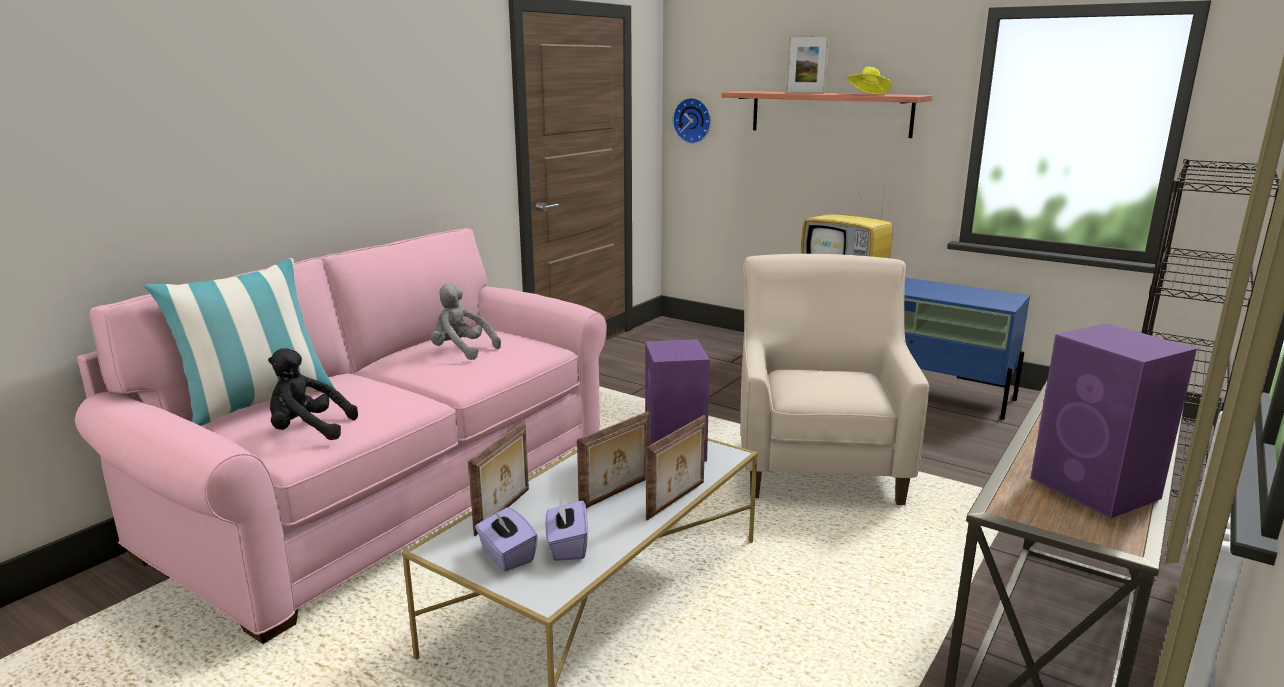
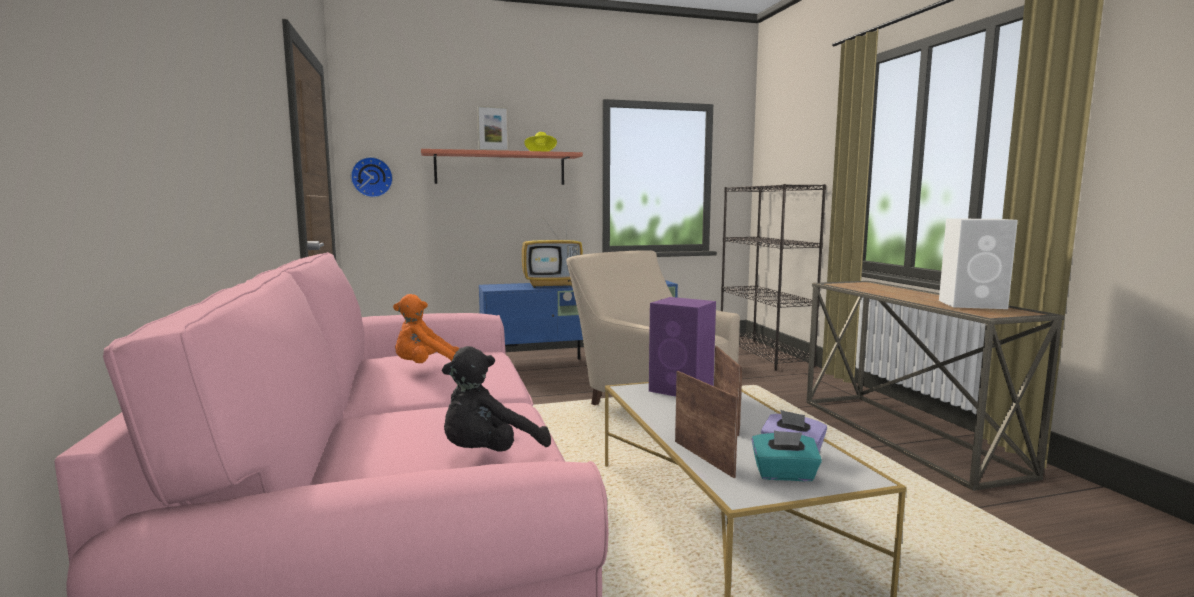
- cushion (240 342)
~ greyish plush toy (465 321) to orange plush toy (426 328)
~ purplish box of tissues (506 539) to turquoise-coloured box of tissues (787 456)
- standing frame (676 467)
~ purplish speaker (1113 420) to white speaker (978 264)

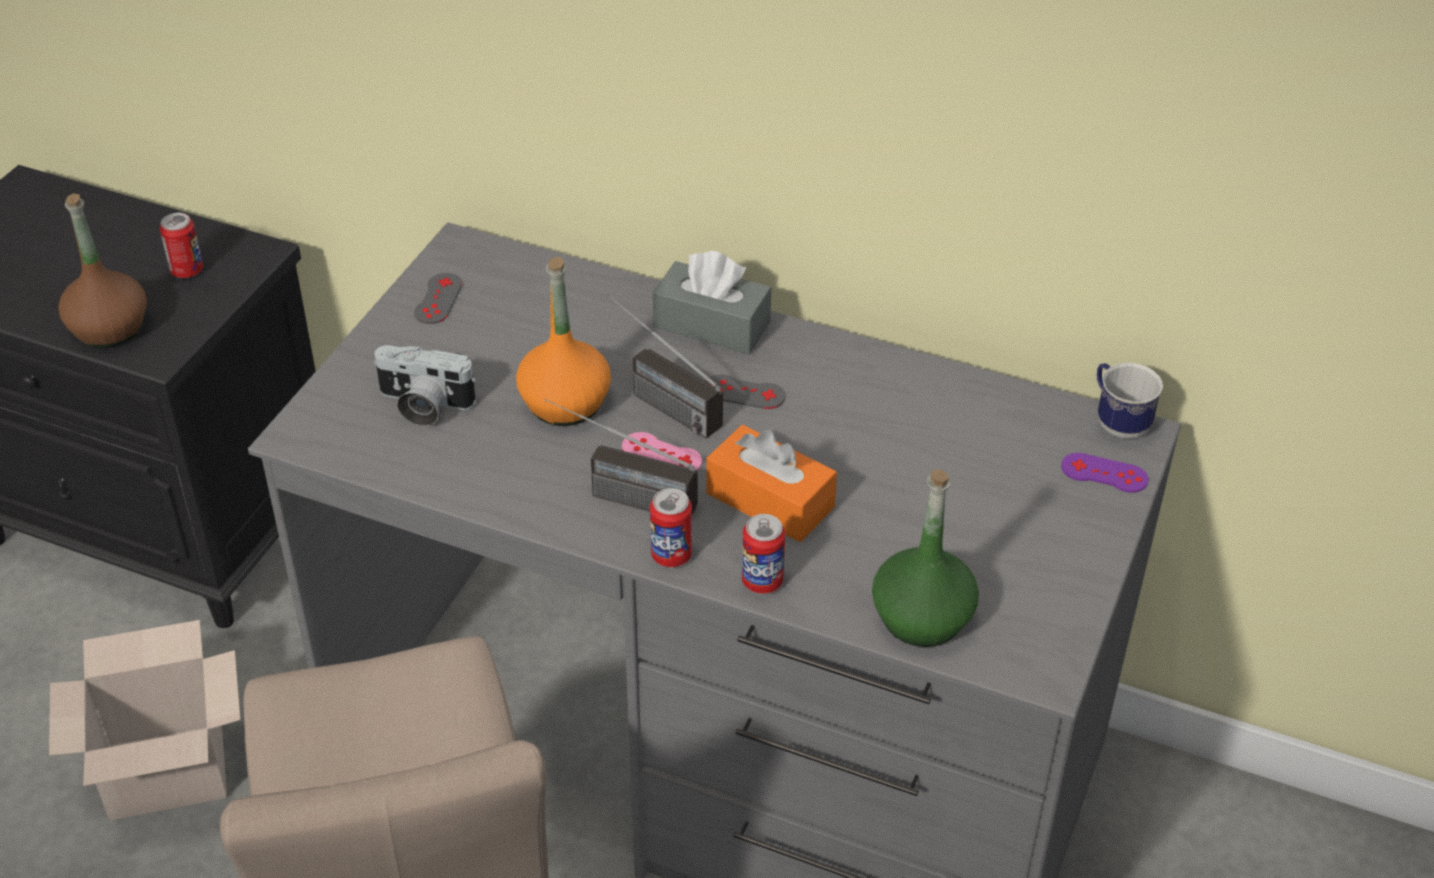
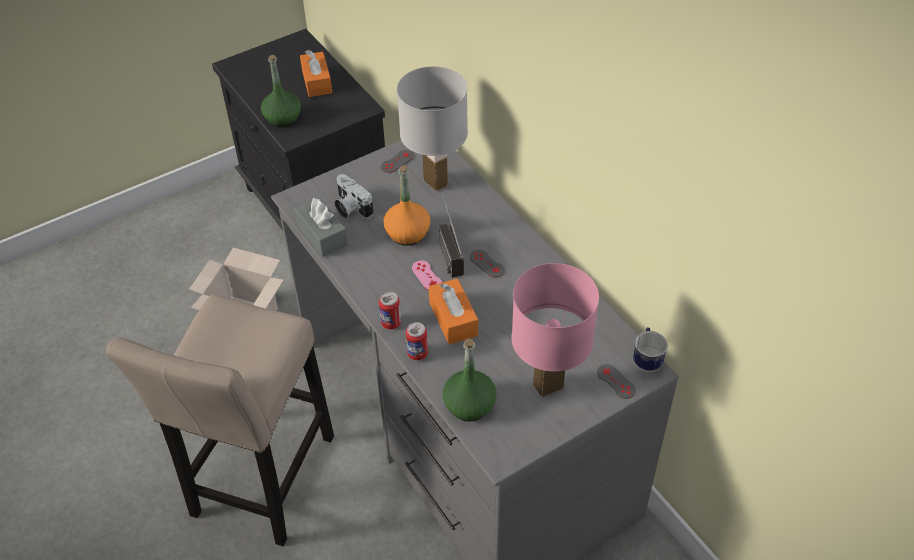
~ brownish bottle (102 270) to green bottle (281 91)
- can (181 245)
- radio (621 456)
~ greyish box of tissues (712 302) to (321 227)
~ purplish joypad (1104 473) to greyish joypad (616 381)
+ orange box of tissues (316 73)
+ white tabletop lamp (432 128)
+ pinkish tabletop lamp (555 330)

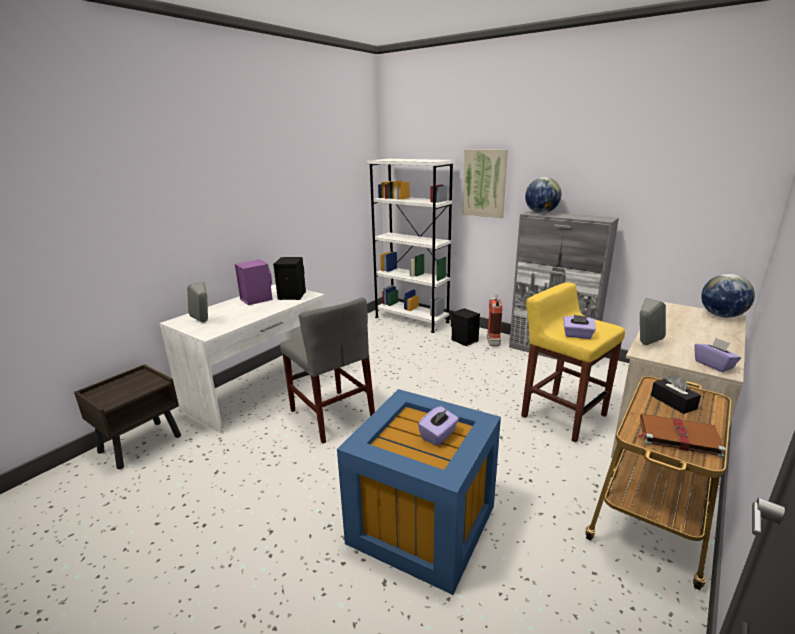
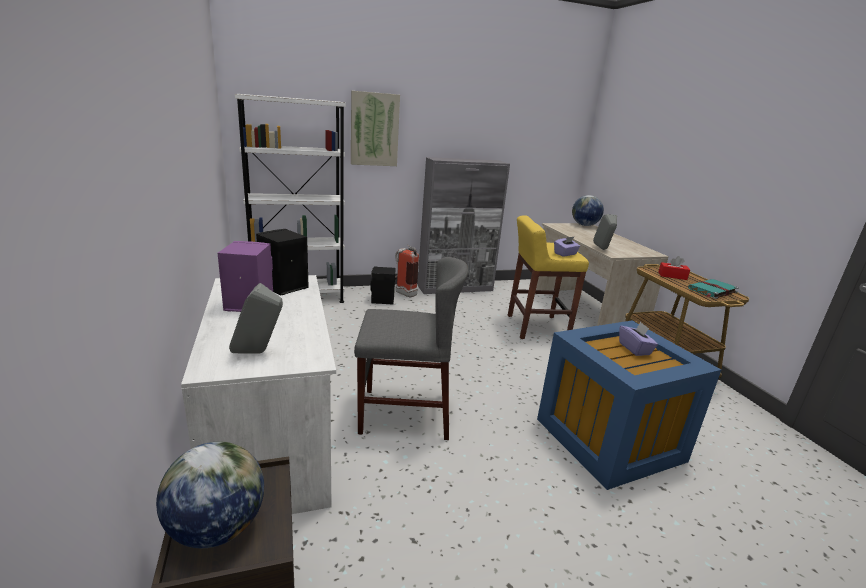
~ world globe (543 195) to (210 495)
~ brownish volume (682 436) to turquoise-coloured volume (713 289)
~ black box of tissues (676 394) to red-coloured box of tissues (674 268)
- purplish box of tissues (718 355)

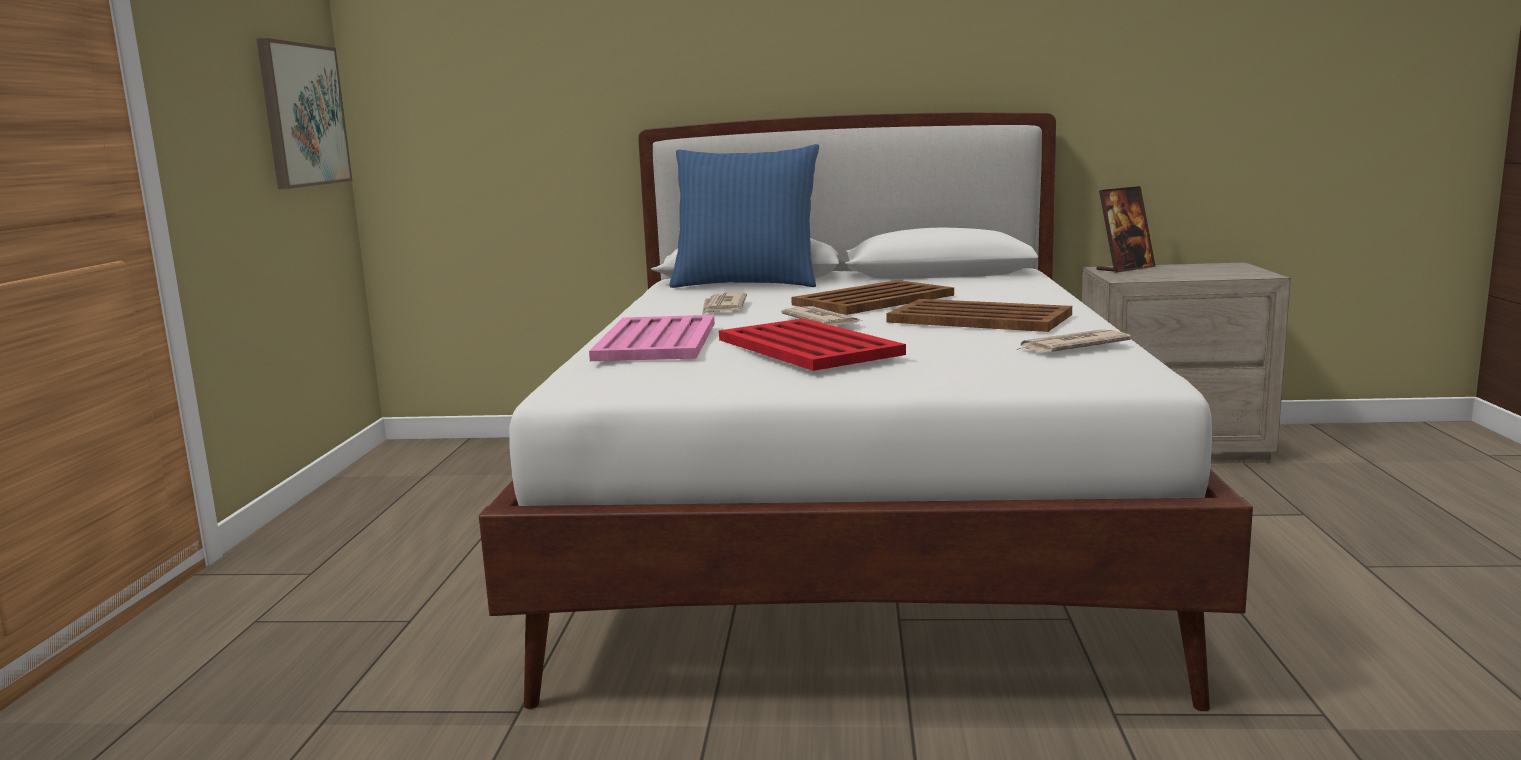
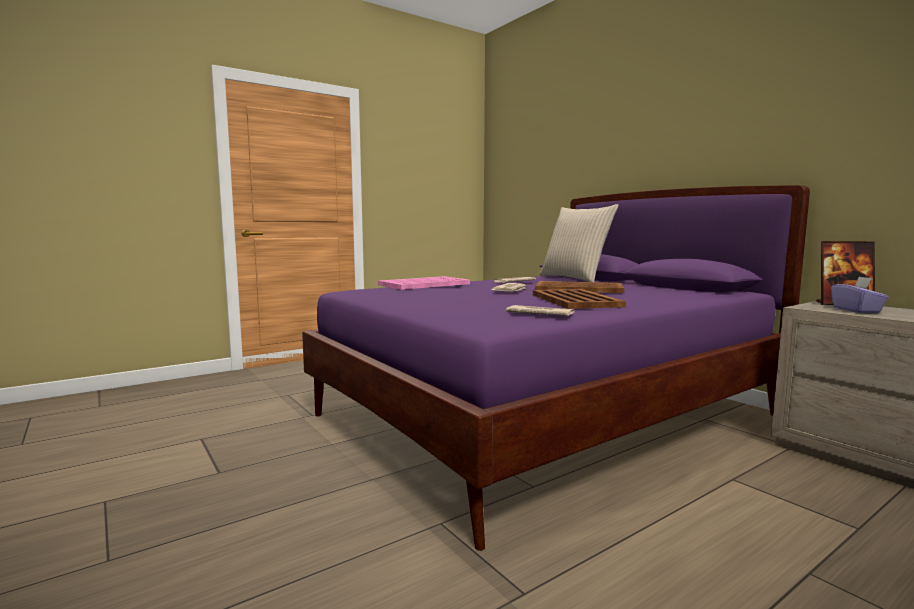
- picture (304 113)
~ white sleeping bed (866 411) to purplish sleeping bed (556 368)
~ blue cushion (744 216) to sand-coloured cushion (579 243)
- red-coloured tray (812 344)
+ purplish box of tissues (860 294)

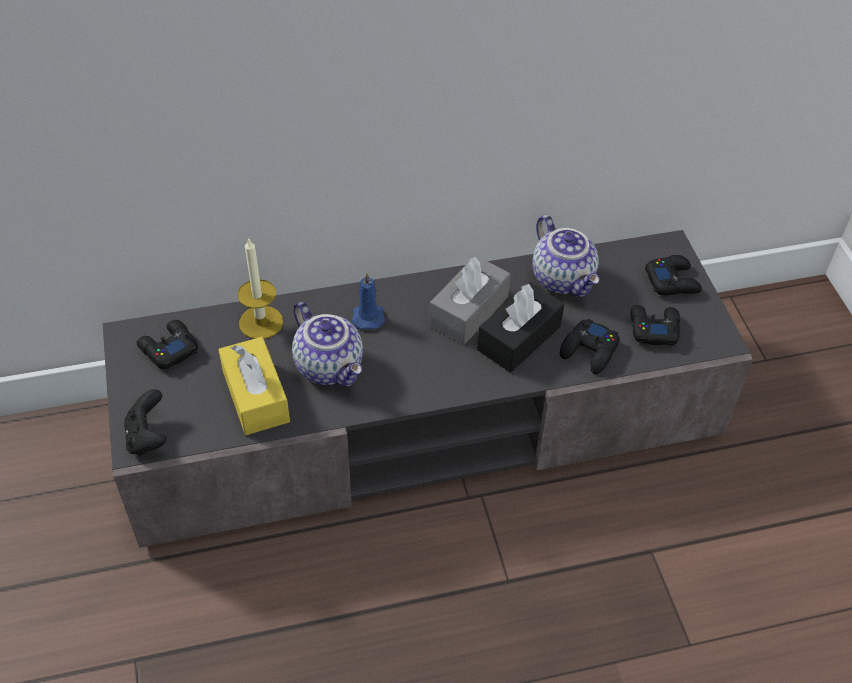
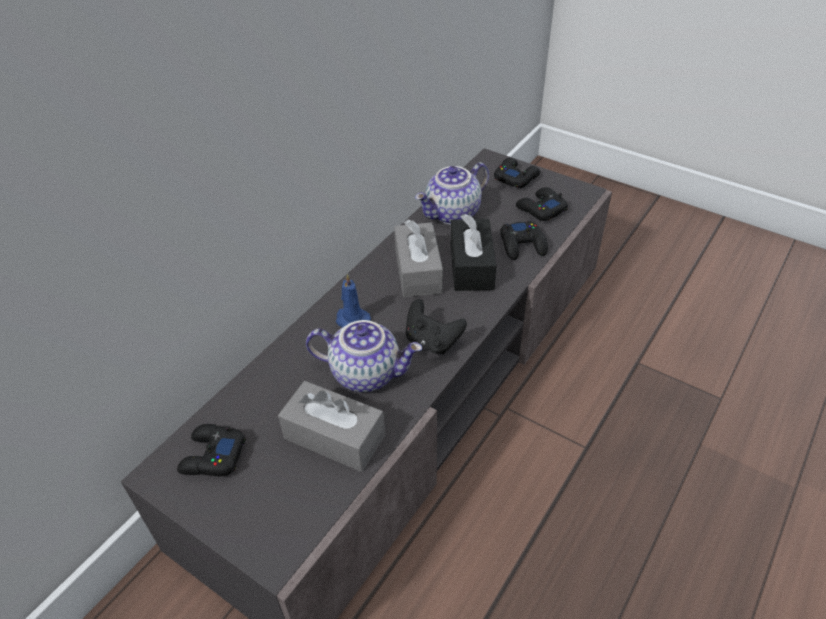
~ black joypad (145 422) to (436 326)
~ yellow box of tissues (254 386) to greyish box of tissues (331 426)
- candle (260 288)
~ tea pot (565 256) = (452 193) 120 degrees clockwise

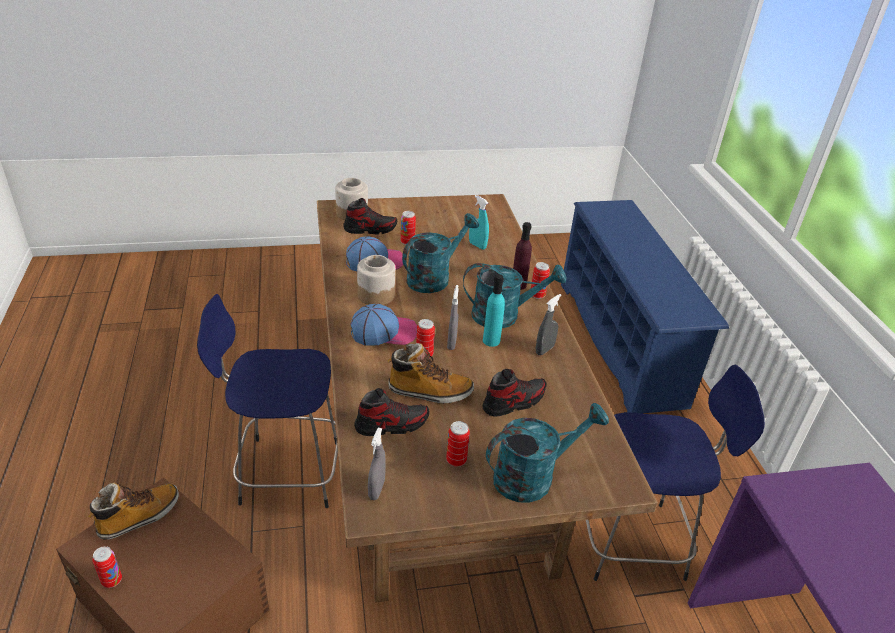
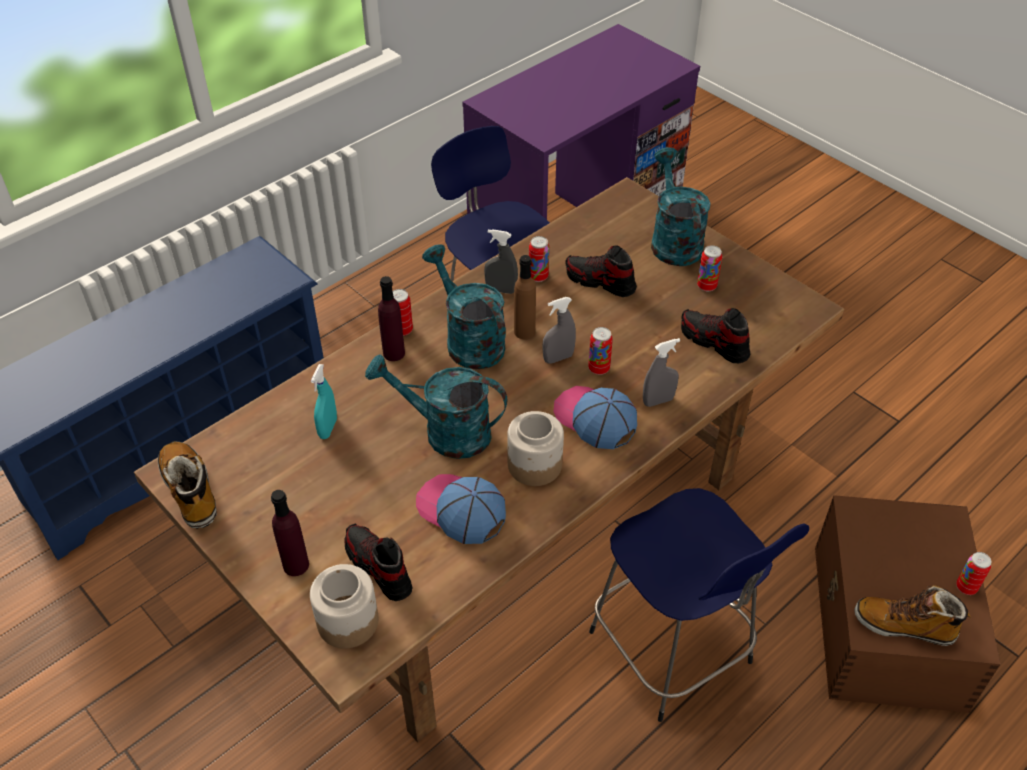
~ greyish hand sprayer (376 464) to (661 372)
~ boot (430 373) to (187 485)
~ can (408 228) to (539 259)
~ turquoise-coloured bottle (494 310) to brownish bottle (525 297)
~ turquoise-coloured watering can (547 453) = (681 206) 45 degrees clockwise
+ purplish bottle (290 533)

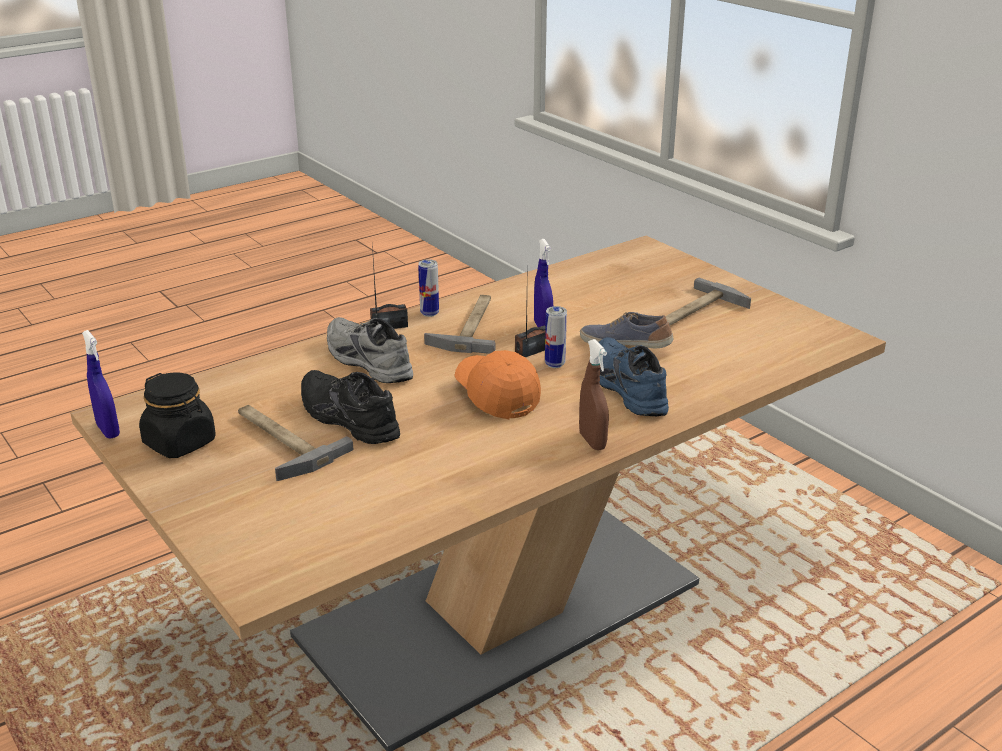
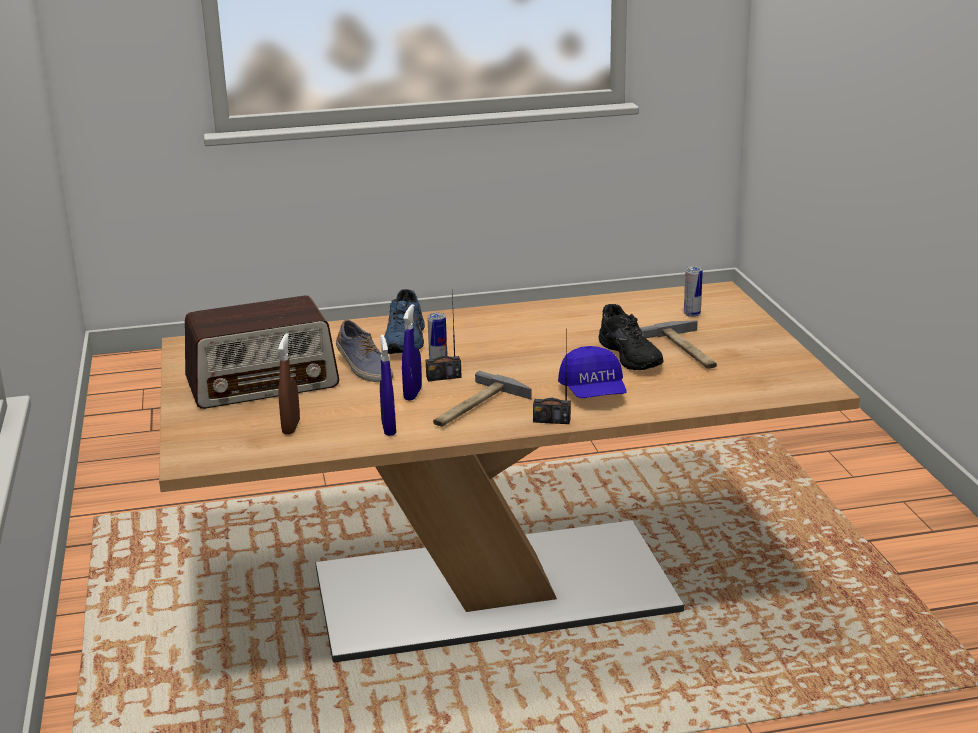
~ blue hand sprayer (101 384) to (388 385)
- black storage jar (177 415)
~ greyish item of footwear (370 350) to blue baseball cap (592 372)
~ can (428 288) to (693 291)
- orange baseball cap (498 384)
~ brownish hand sprayer (594 394) to (289 384)
~ tool hammer (708 301) to radio (262 352)

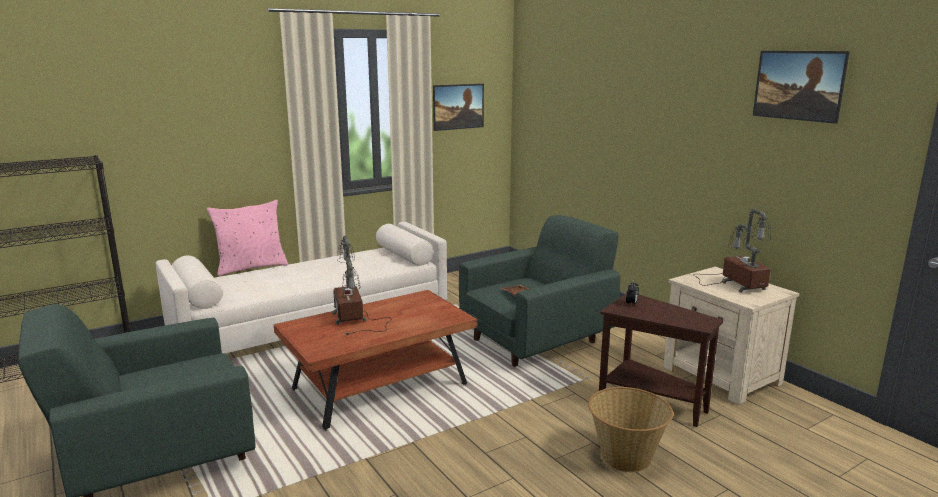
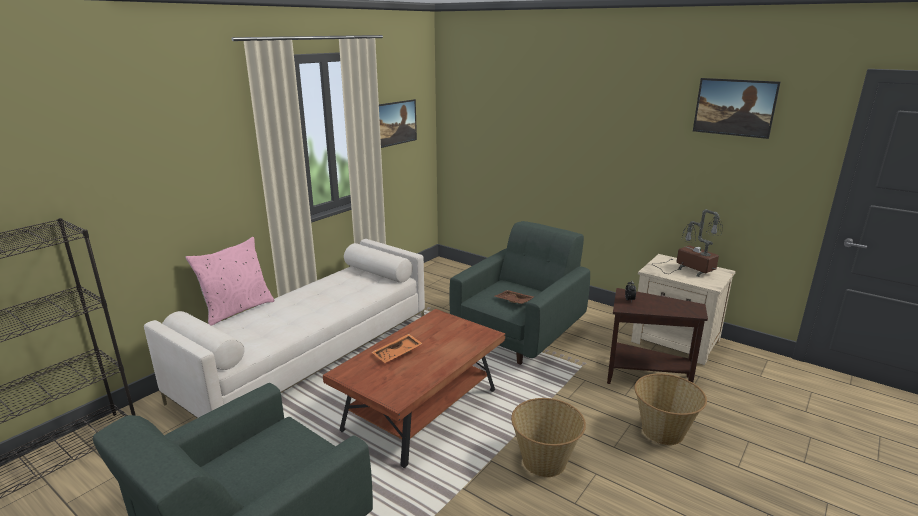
~ tabletop lamp (361 285) to orange tray (397 348)
+ storage basket (548 437)

